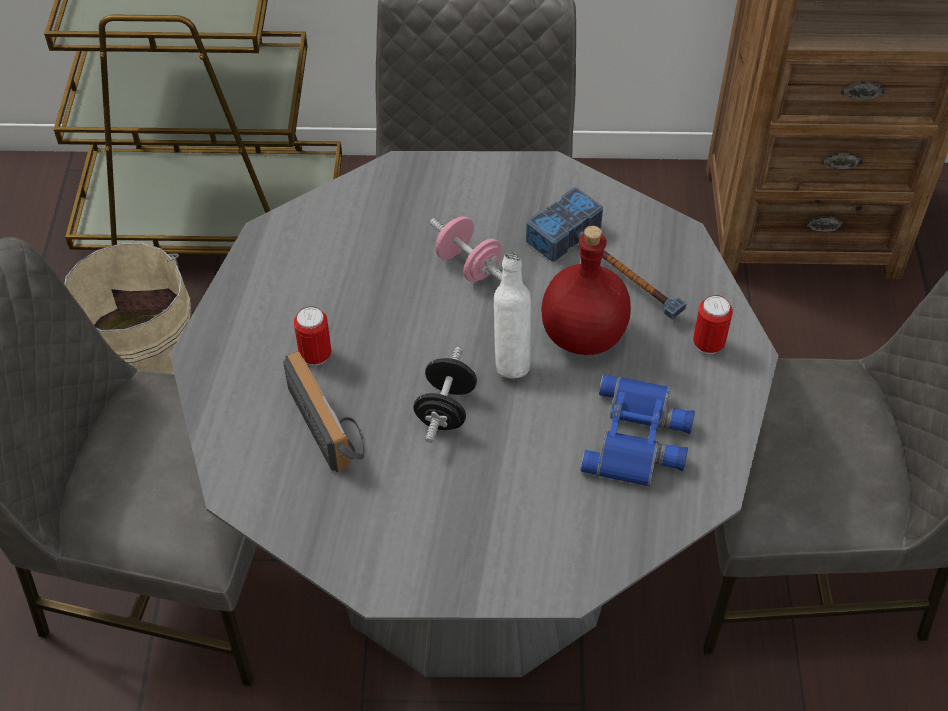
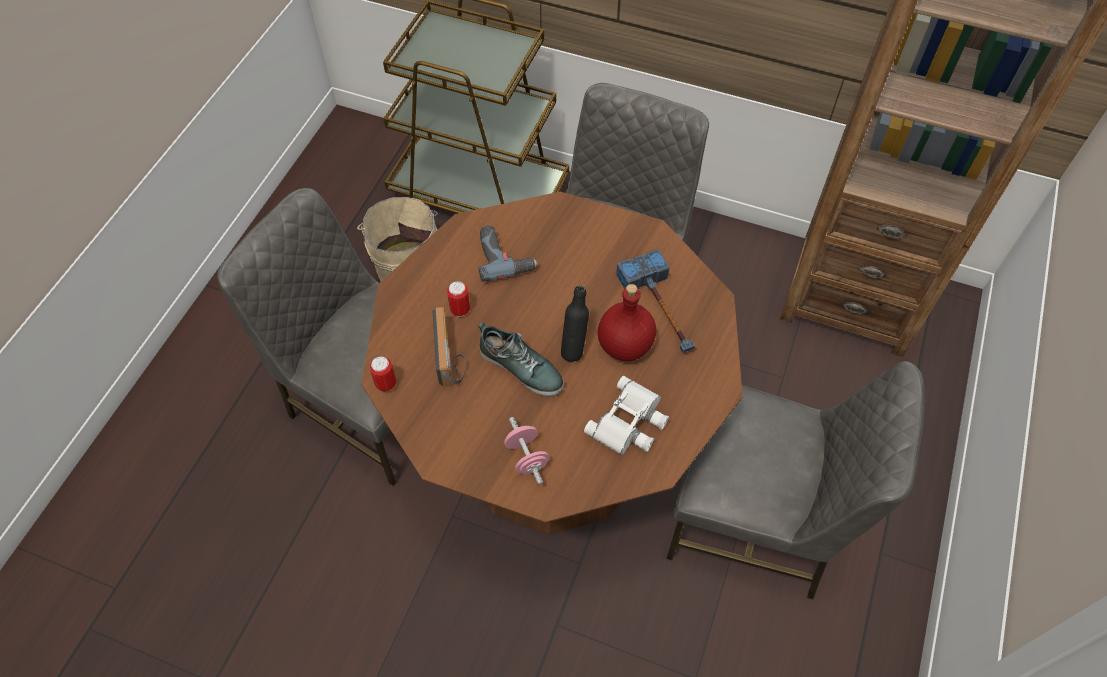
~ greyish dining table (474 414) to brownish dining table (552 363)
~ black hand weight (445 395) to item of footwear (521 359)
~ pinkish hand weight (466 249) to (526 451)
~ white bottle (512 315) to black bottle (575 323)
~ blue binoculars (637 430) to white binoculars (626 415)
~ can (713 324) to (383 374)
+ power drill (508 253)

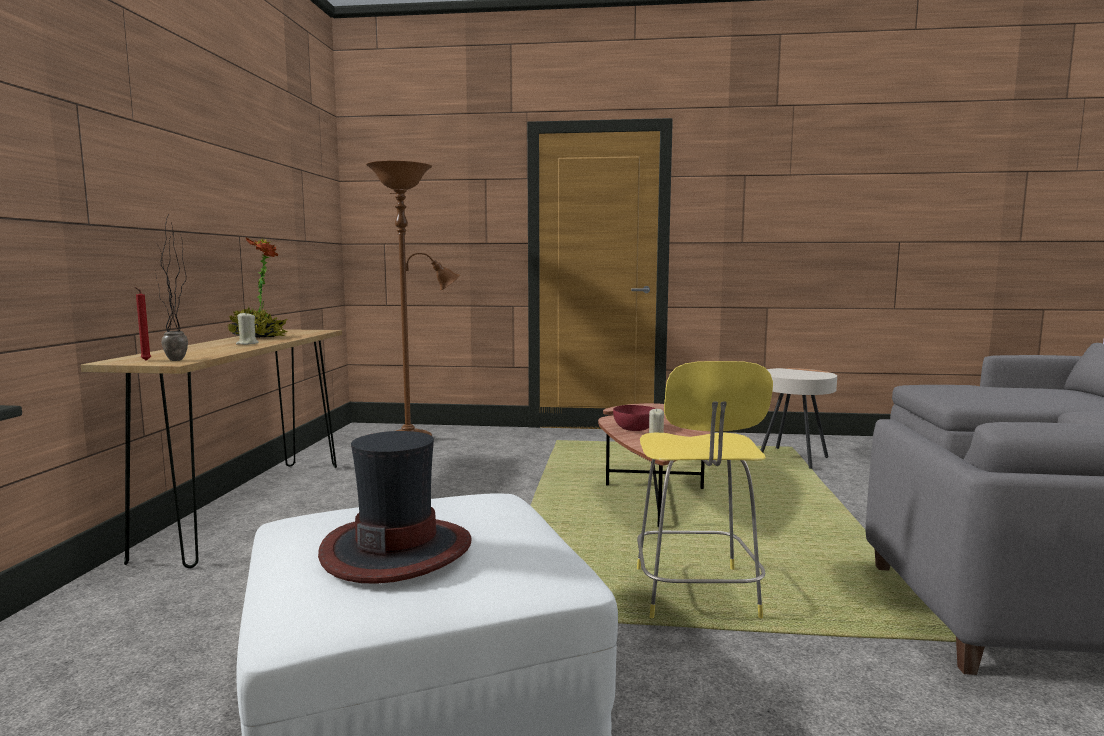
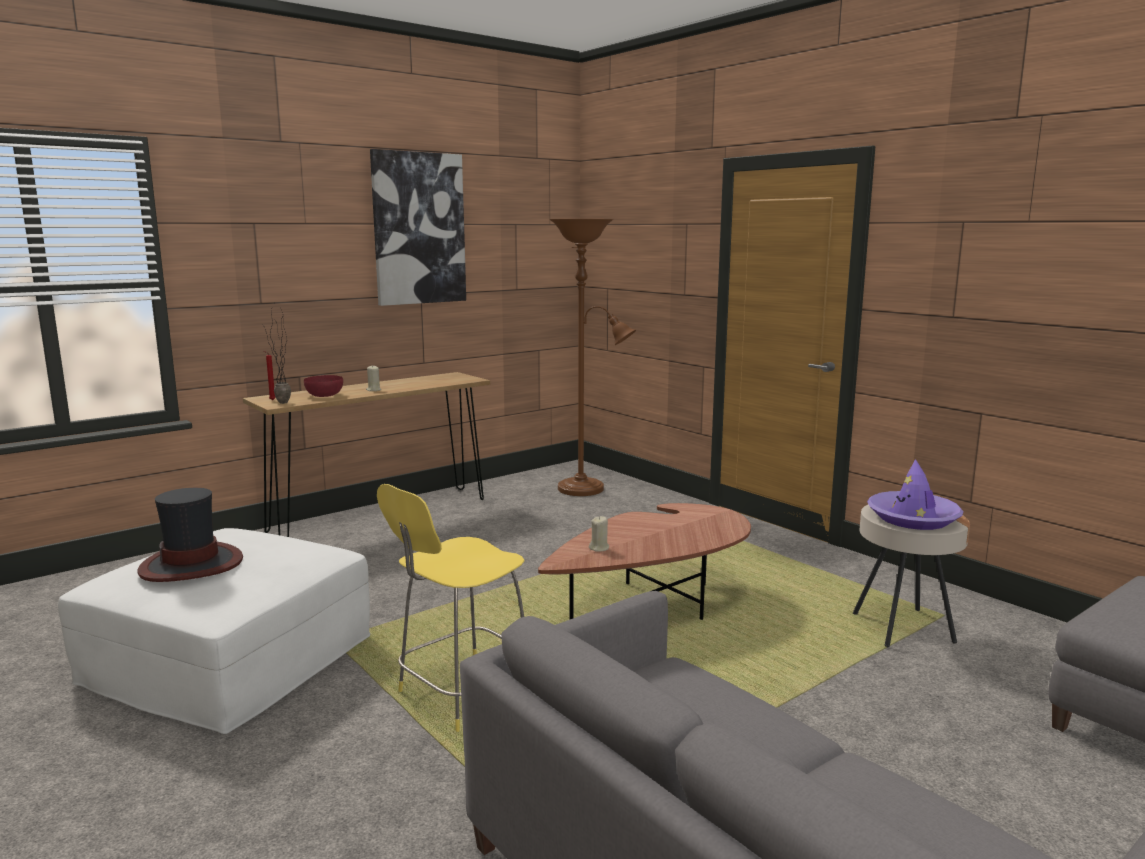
- plant in a pot (258 288)
~ red-coloured serving bowl (634 418) to (323 386)
+ picture (418 227)
+ purplish wearable hat (915 494)

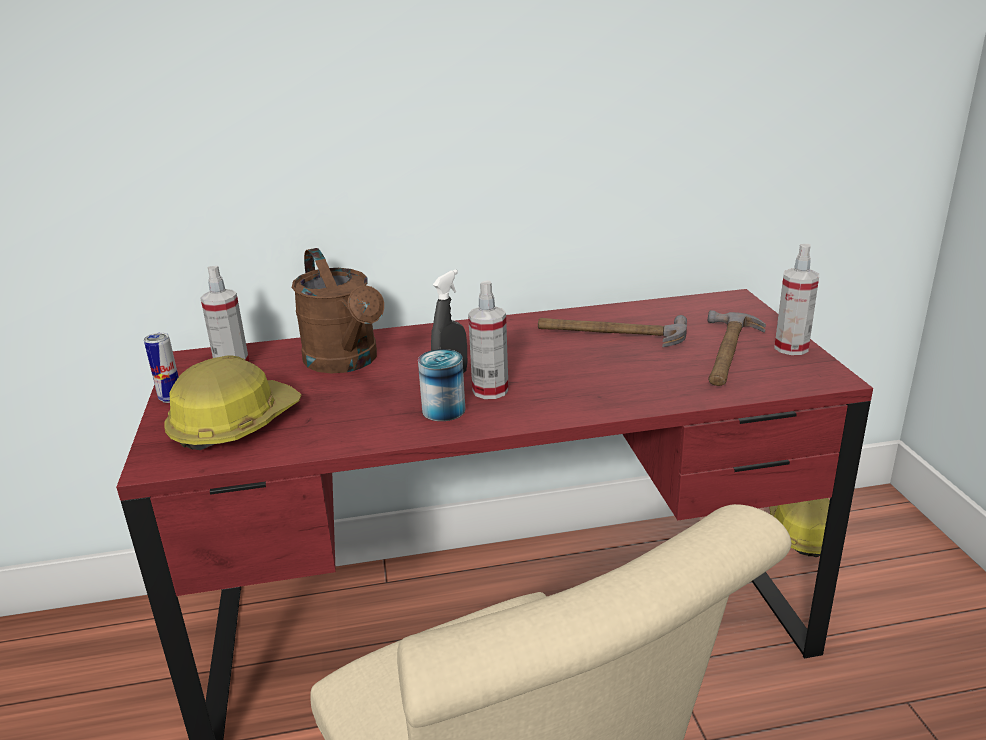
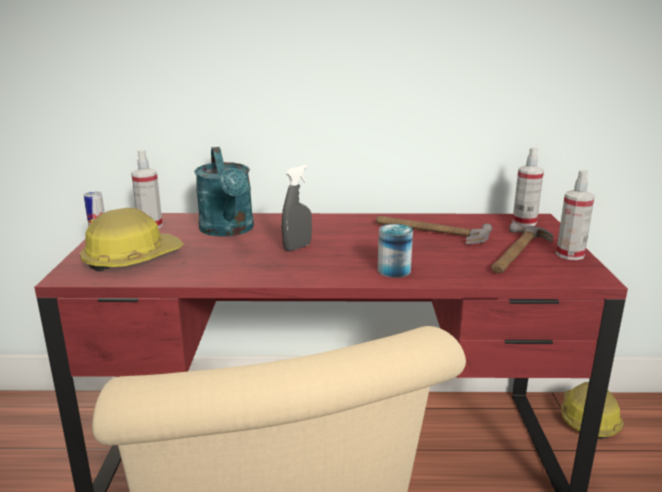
~ brownish watering can (338 311) to turquoise-coloured watering can (224 192)
~ can (441 385) to (395 251)
~ hand sprayer (488 339) to (528 186)

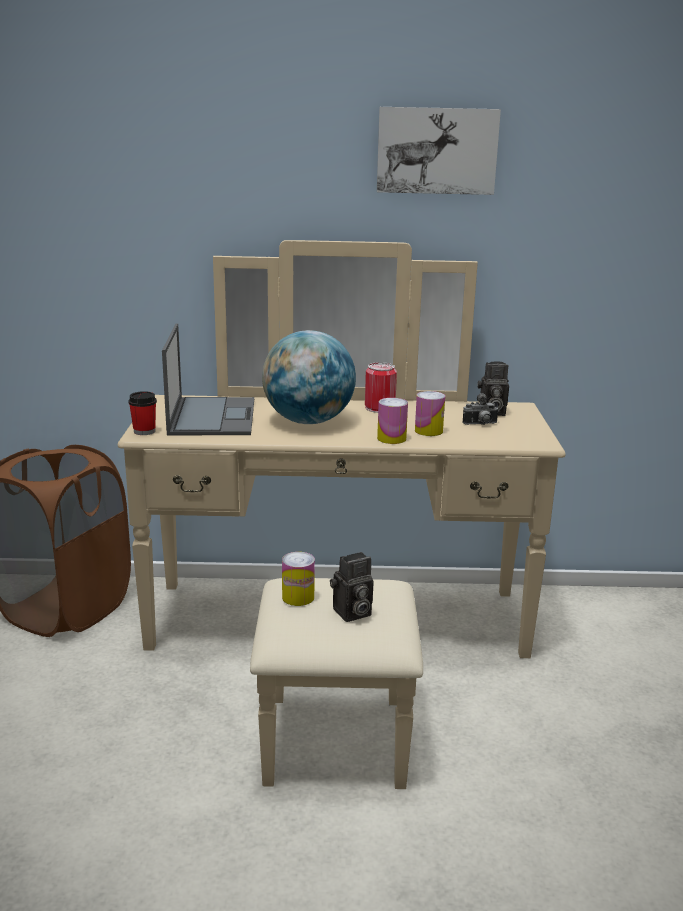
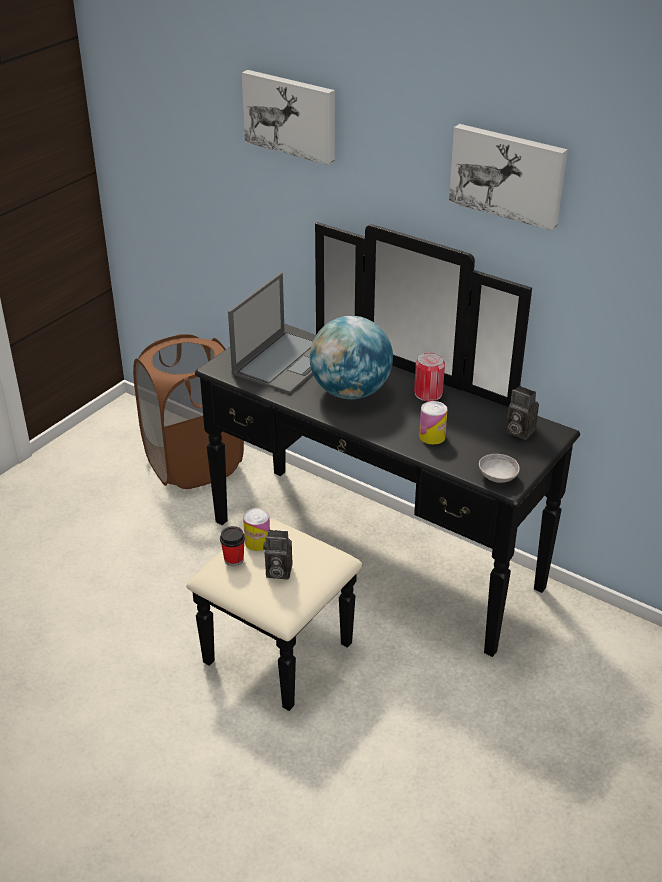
~ sand-coloured chest of drawers (342 514) to black chest of drawers (383 466)
~ cup (142 413) to (232 546)
- can (392 421)
- still camera (480 409)
+ picture (288 117)
+ greyish serving bowl (499 468)

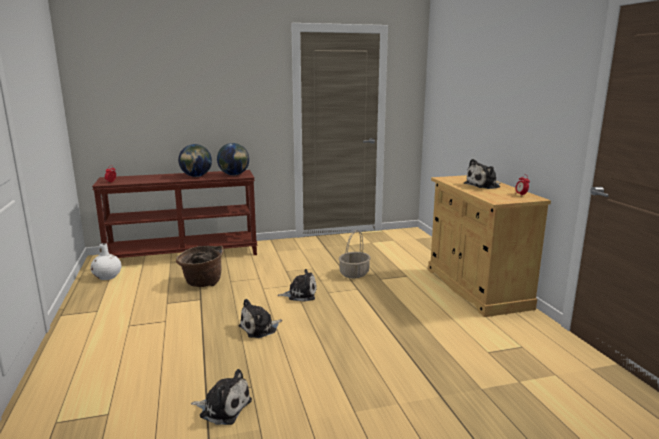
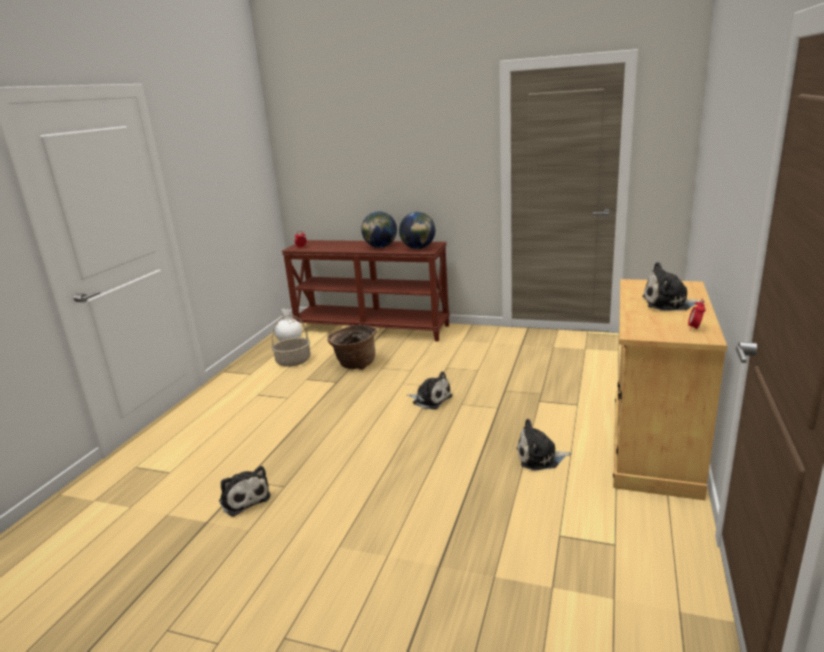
~ plush toy (260 318) to (544 444)
~ storage basket (355 254) to (291 341)

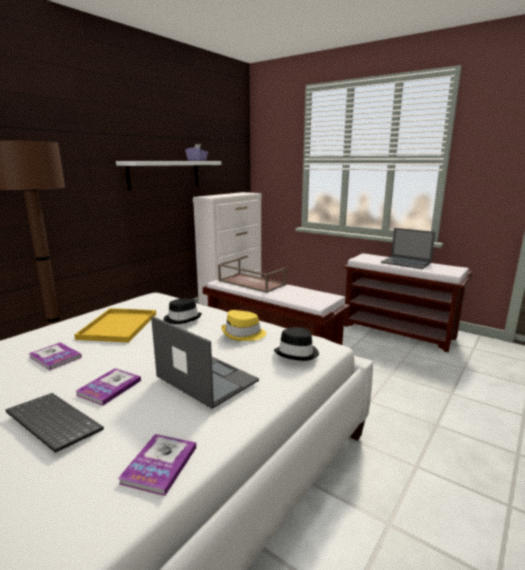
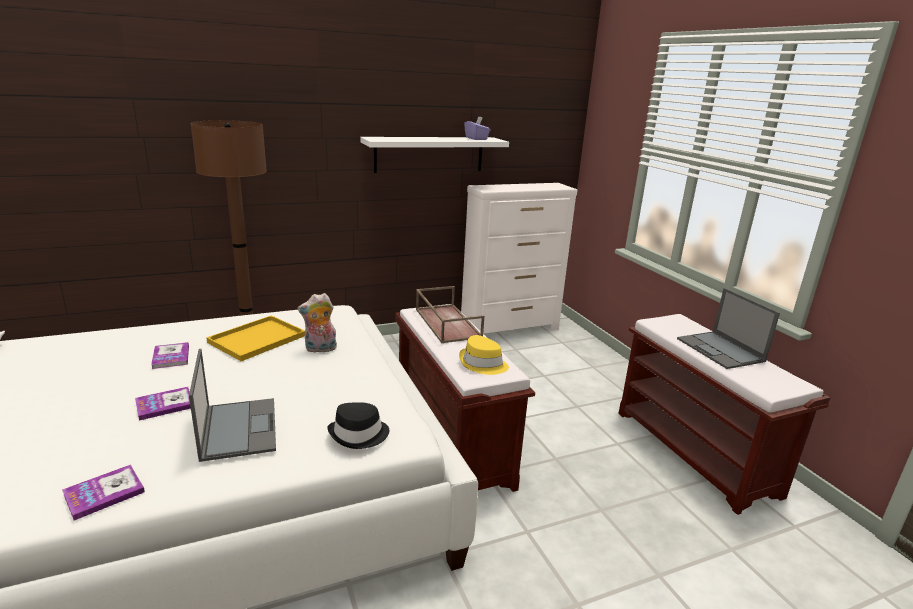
- computer keyboard (55 423)
~ black wearable hat (182 311) to plush toy (317 323)
~ yellow wearable hat (243 325) to (484 355)

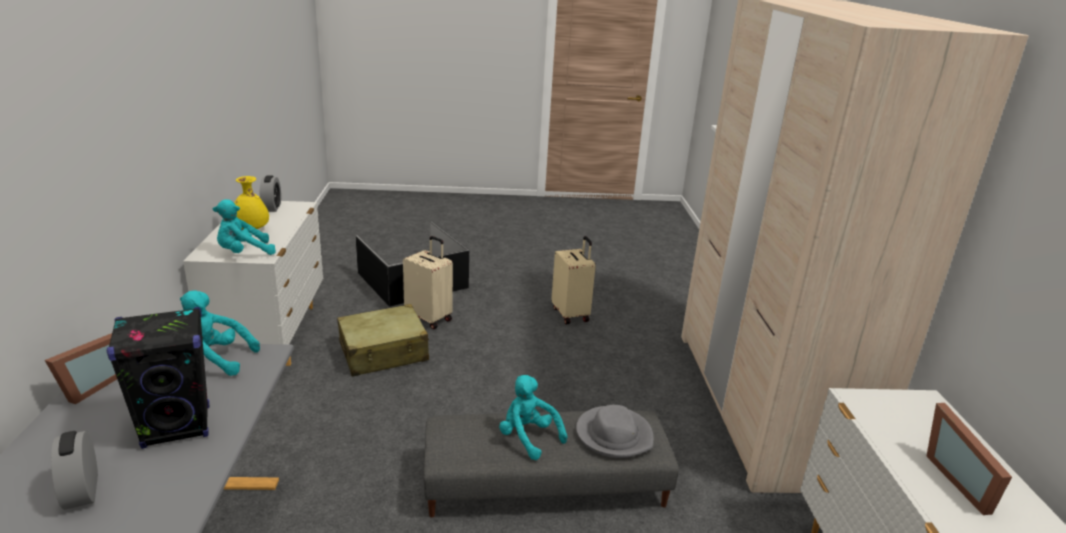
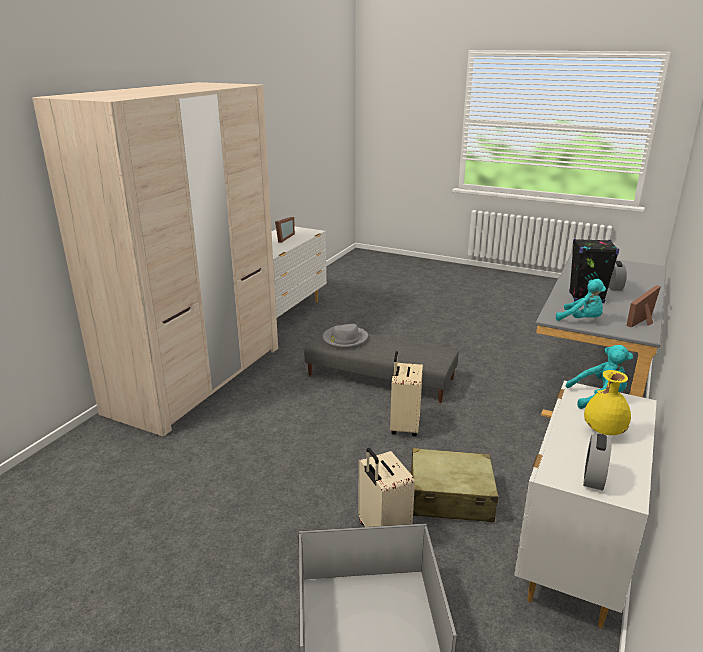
- turquoise-coloured plush toy (533 417)
~ sand-coloured travel case (573 280) to (406 393)

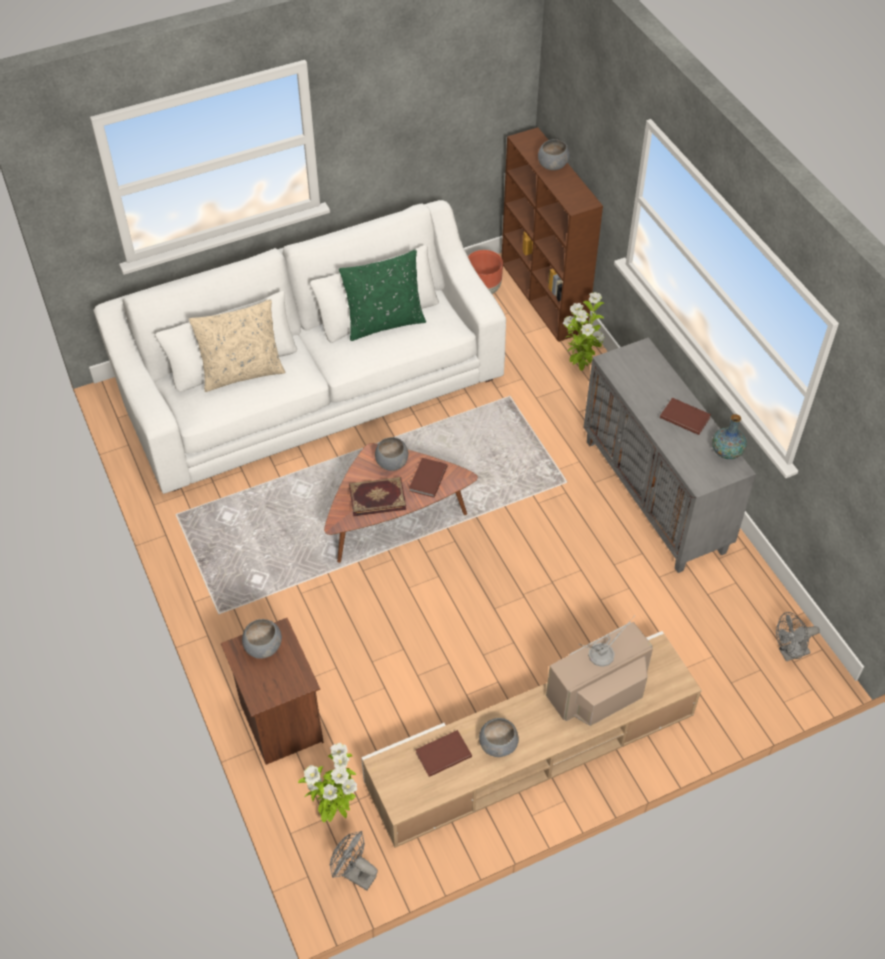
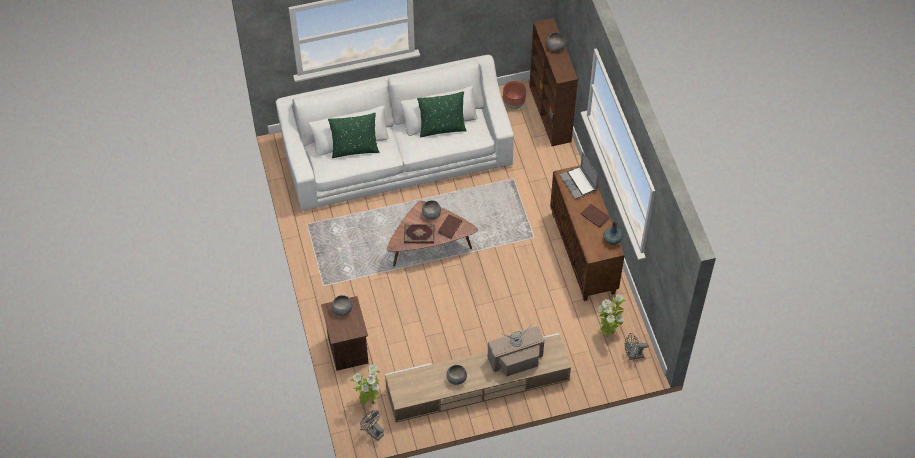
~ sand-coloured cushion (237 345) to green cushion (353 135)
- brownish volume (443 753)
~ plant in a pot (584 331) to (611 316)
~ greyish cabinet (669 455) to brownish cabinet (587 233)
+ laptop (579 175)

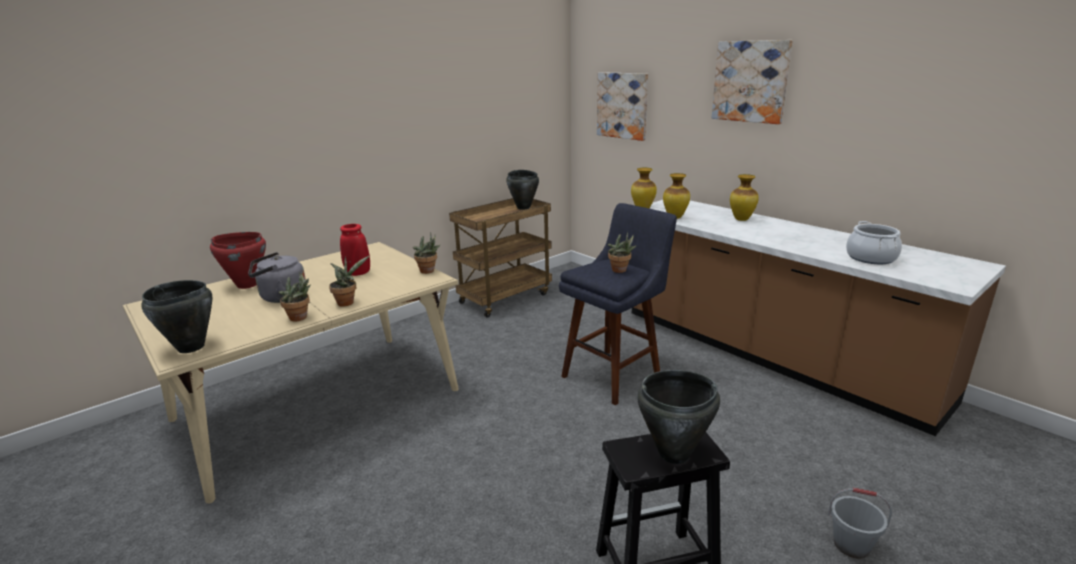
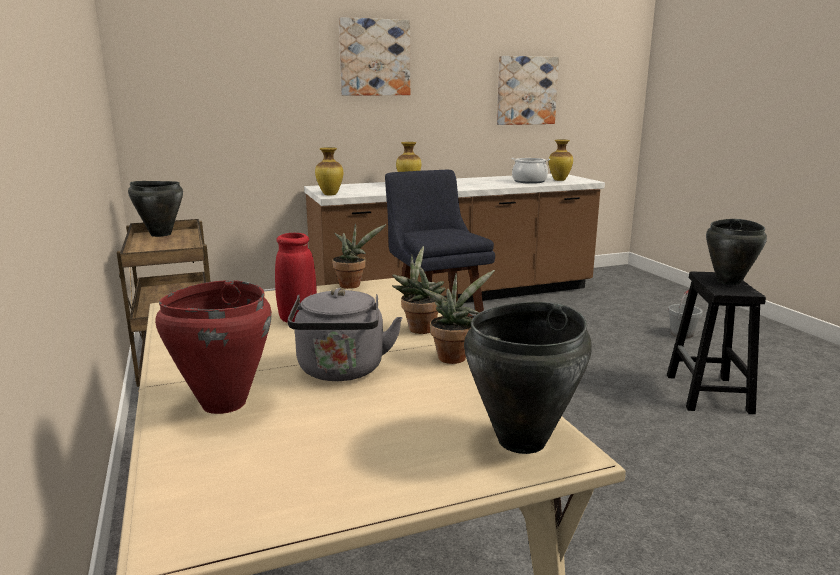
~ picture (622 106) to (528 90)
- plant in a pot (622 252)
~ flower vase (676 196) to (561 160)

